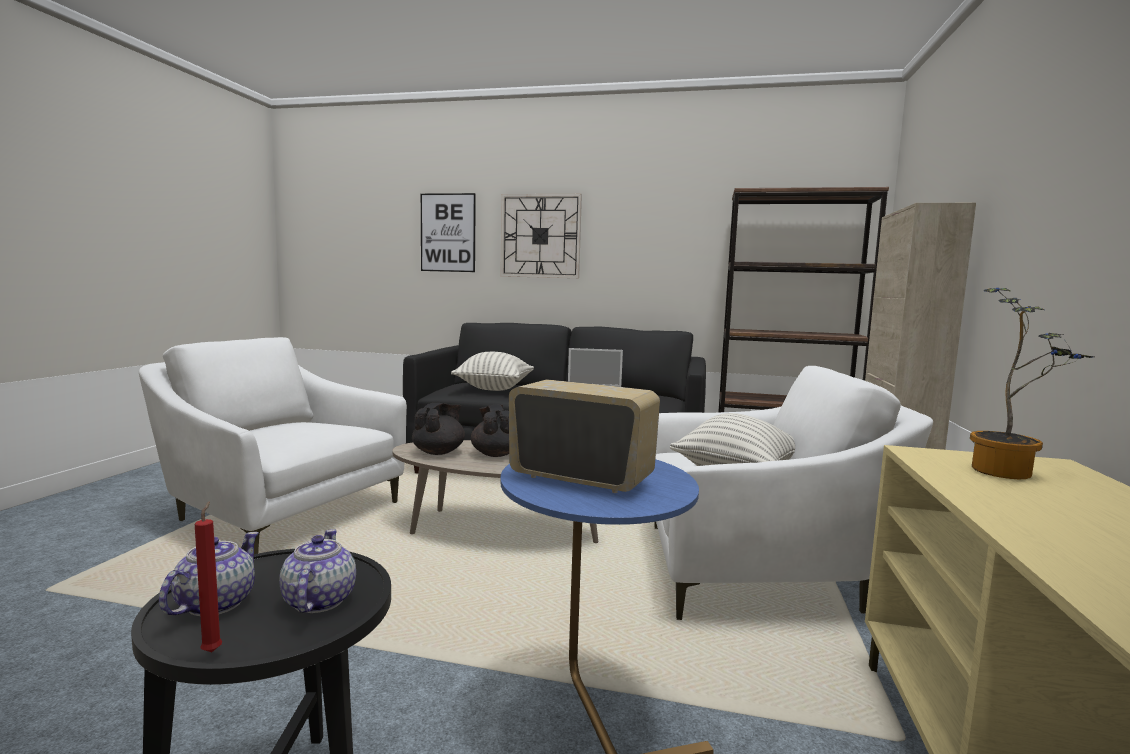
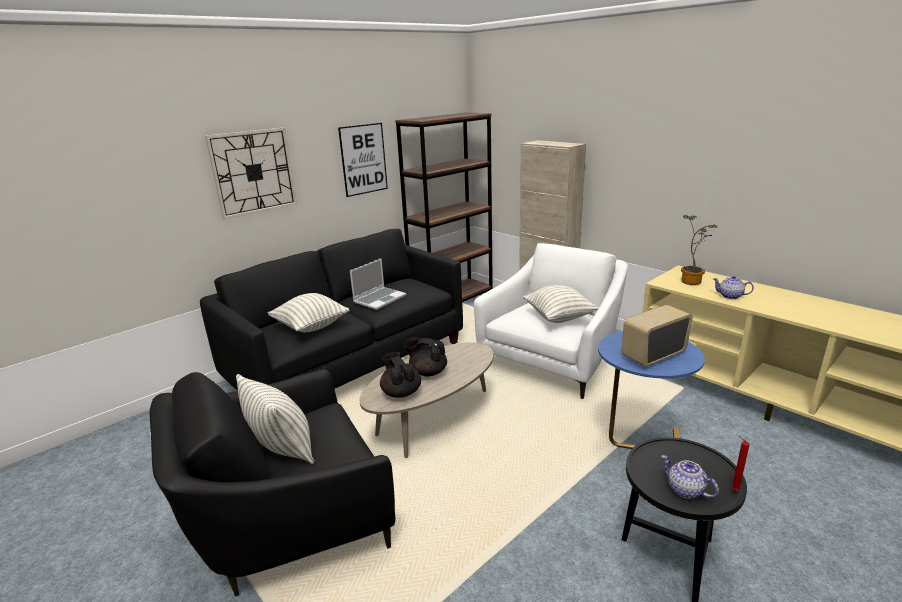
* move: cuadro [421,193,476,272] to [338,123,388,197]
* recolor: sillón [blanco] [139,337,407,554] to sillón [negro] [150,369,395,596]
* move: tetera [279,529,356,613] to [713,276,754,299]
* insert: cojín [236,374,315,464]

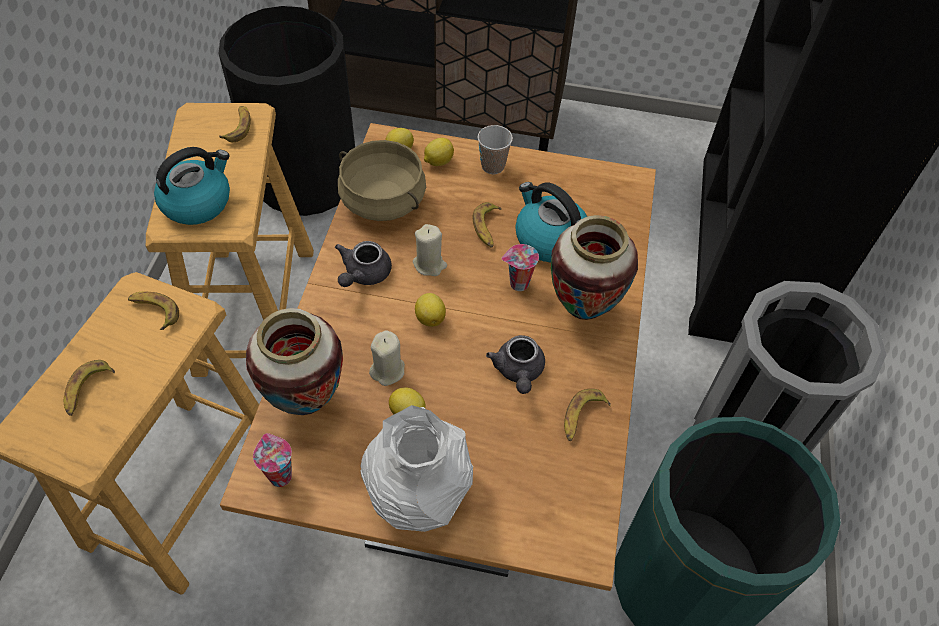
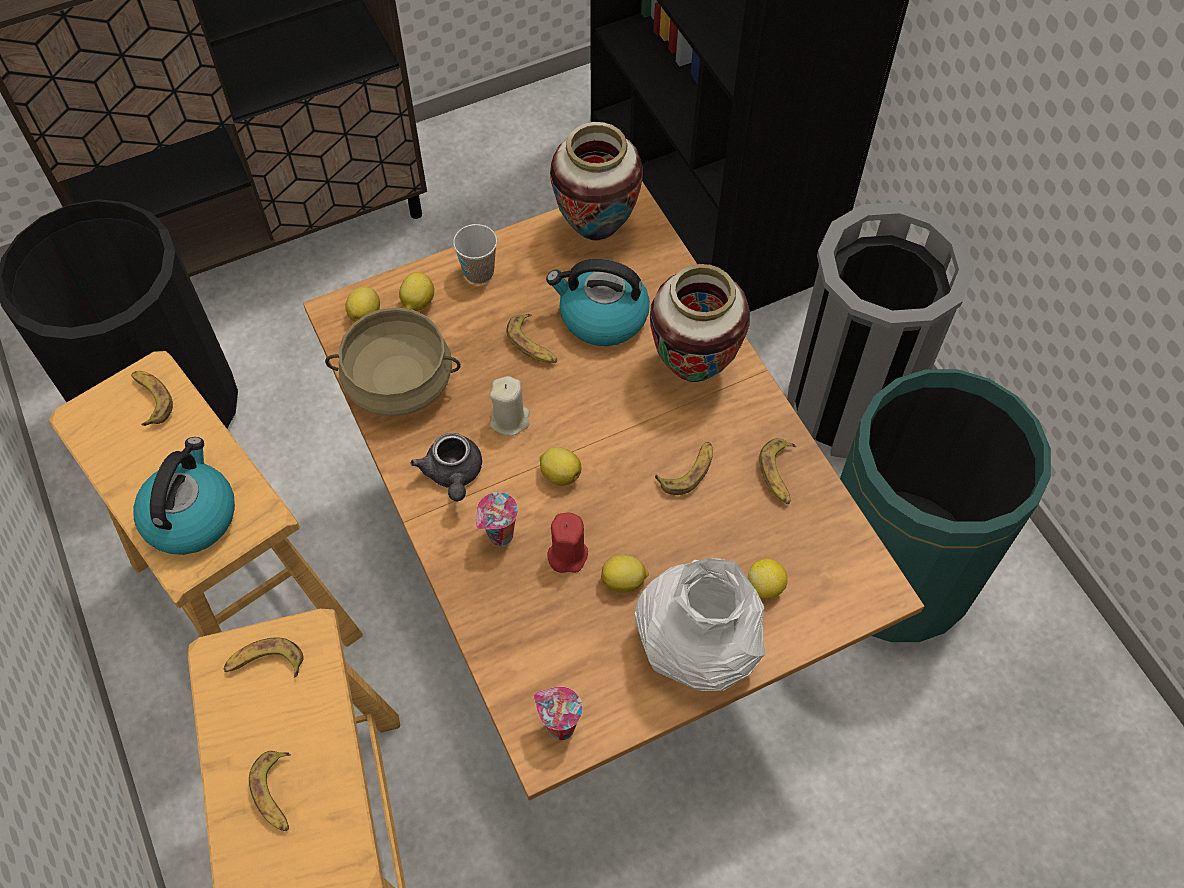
* move: taza [501,244,539,291] to [476,492,518,546]
* move: florero [246,308,343,415] to [550,122,643,241]
* recolor: vela [beis] [369,330,405,386] to vela [rojo] [548,513,588,573]
* replace: tetera [gris] [486,335,545,394] to plátano [655,442,713,495]
* insert: limón [748,559,788,599]

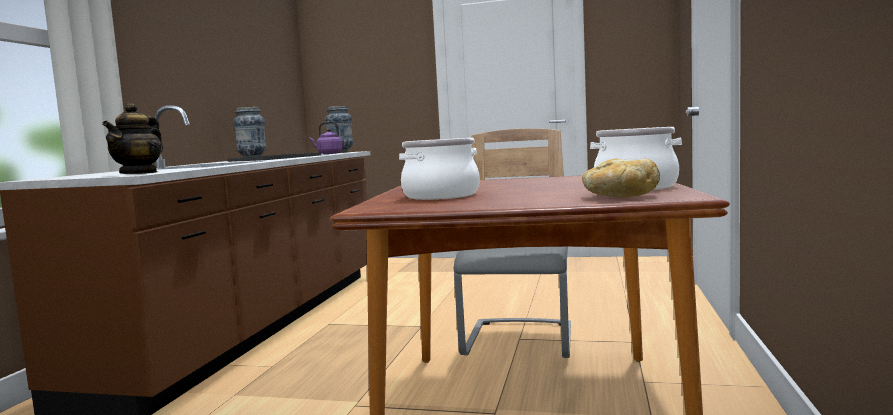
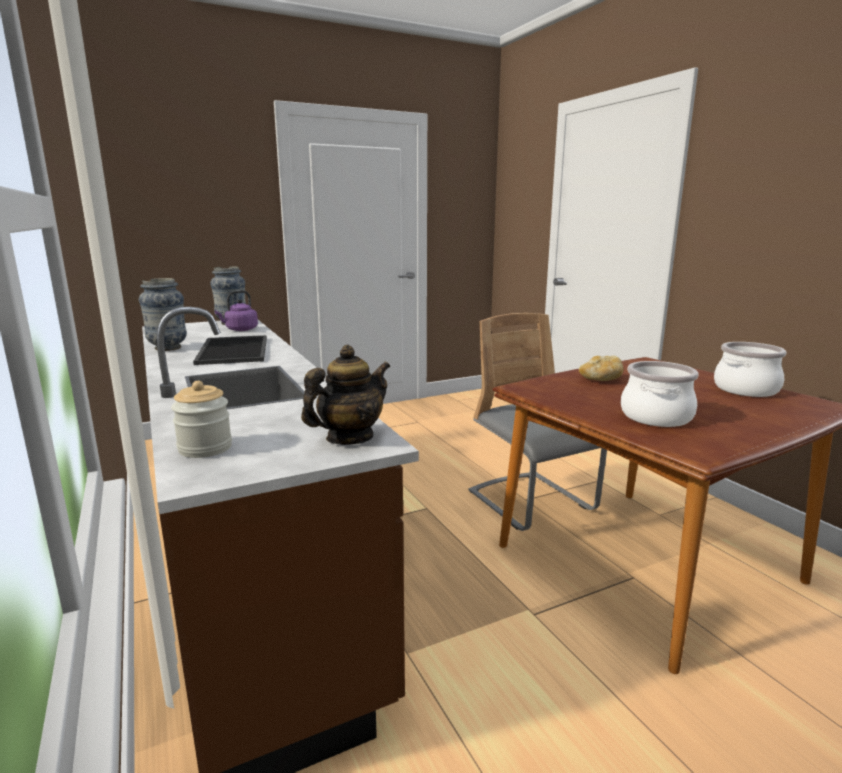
* rotate: tetera [102,103,163,174] = [301,345,390,445] 105 degrees counterclockwise
* move: pan [582,159,660,198] to [579,356,623,381]
* insert: tarro [171,381,232,458]

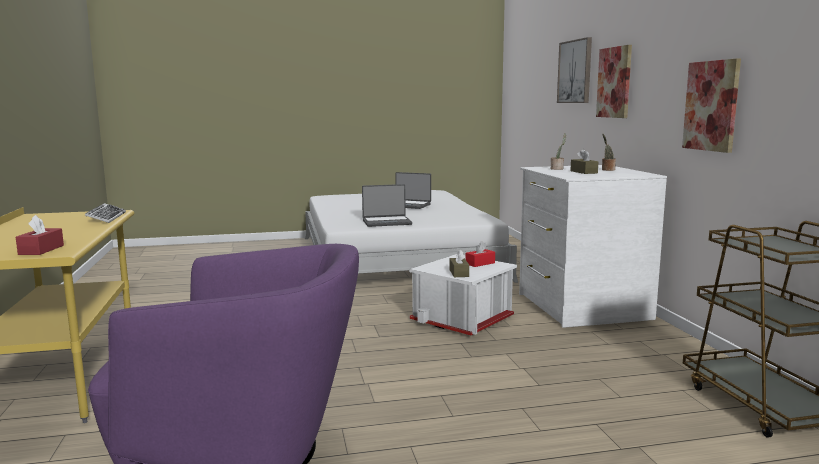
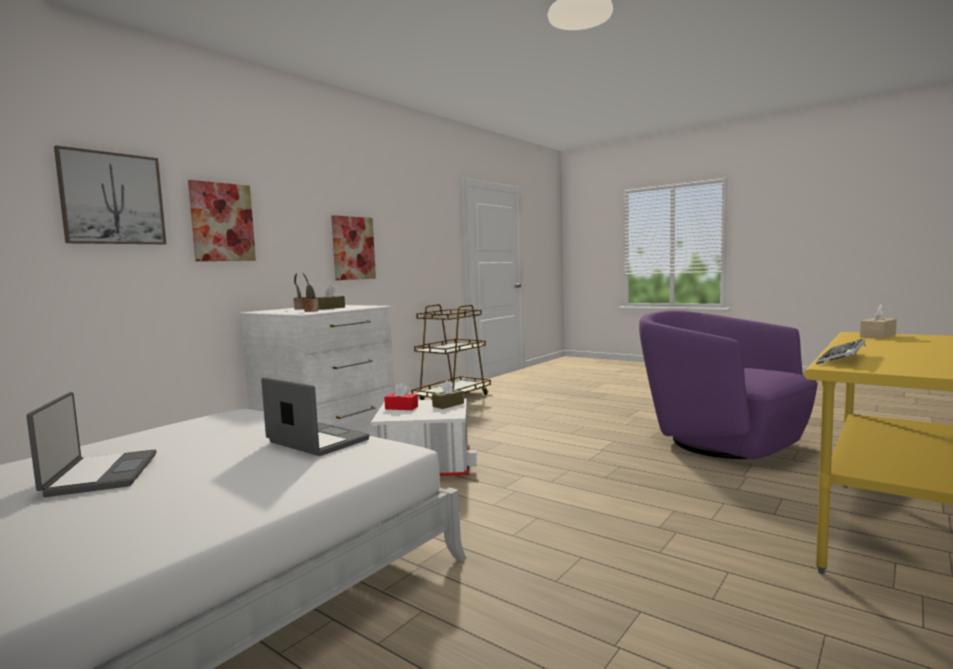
* recolor: caja de pañuelos [rojo] [15,215,64,255] to caja de pañuelos [beis] [860,304,897,339]

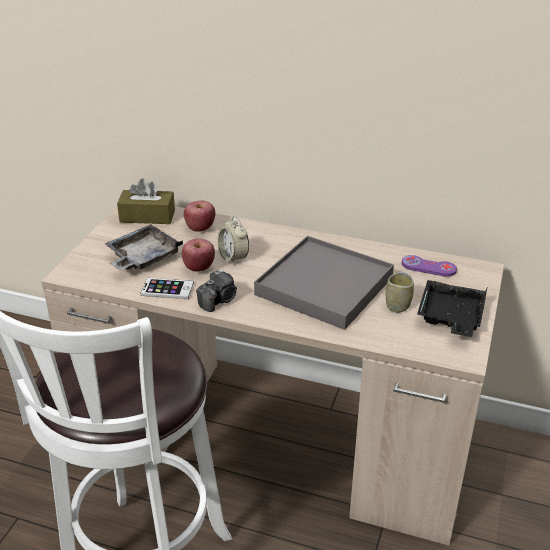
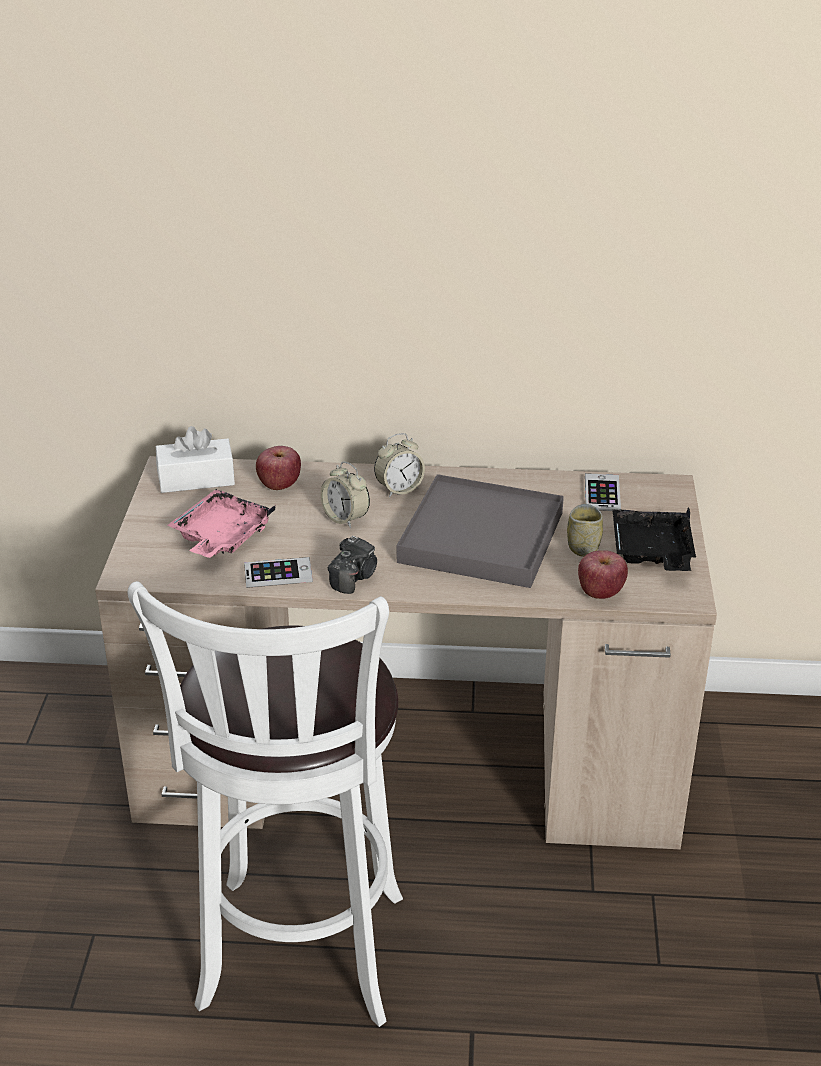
* recolor: caja de pañuelos [marrón] [117,179,175,224] to caja de pañuelos [blanco] [156,426,235,493]
* recolor: bandeja [gris] [105,224,183,270] to bandeja [rosa] [167,489,275,558]
* move: manzana [182,238,215,272] to [578,550,628,599]
* replace: mando de consola [morado] [402,255,457,277] to móvil [585,473,621,511]
* insert: despertador [374,433,425,497]

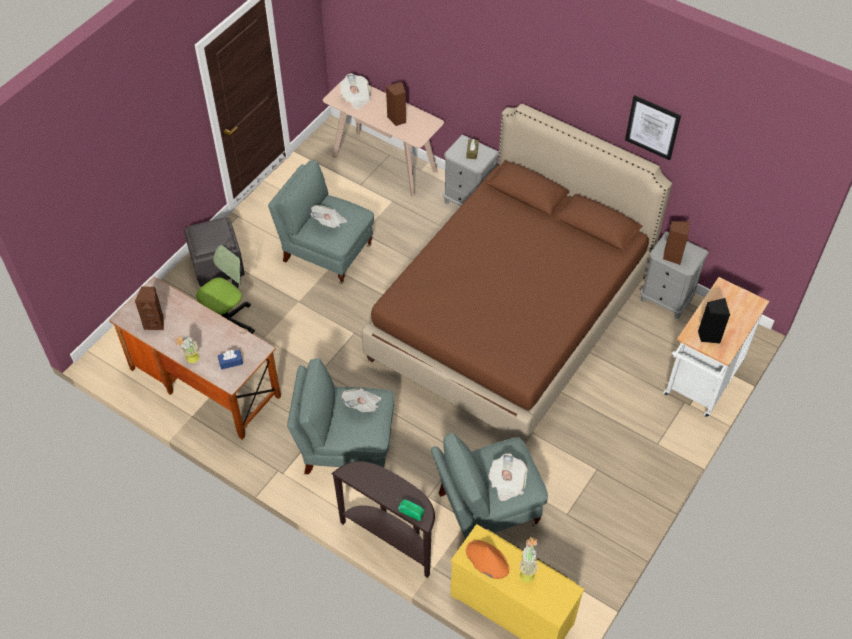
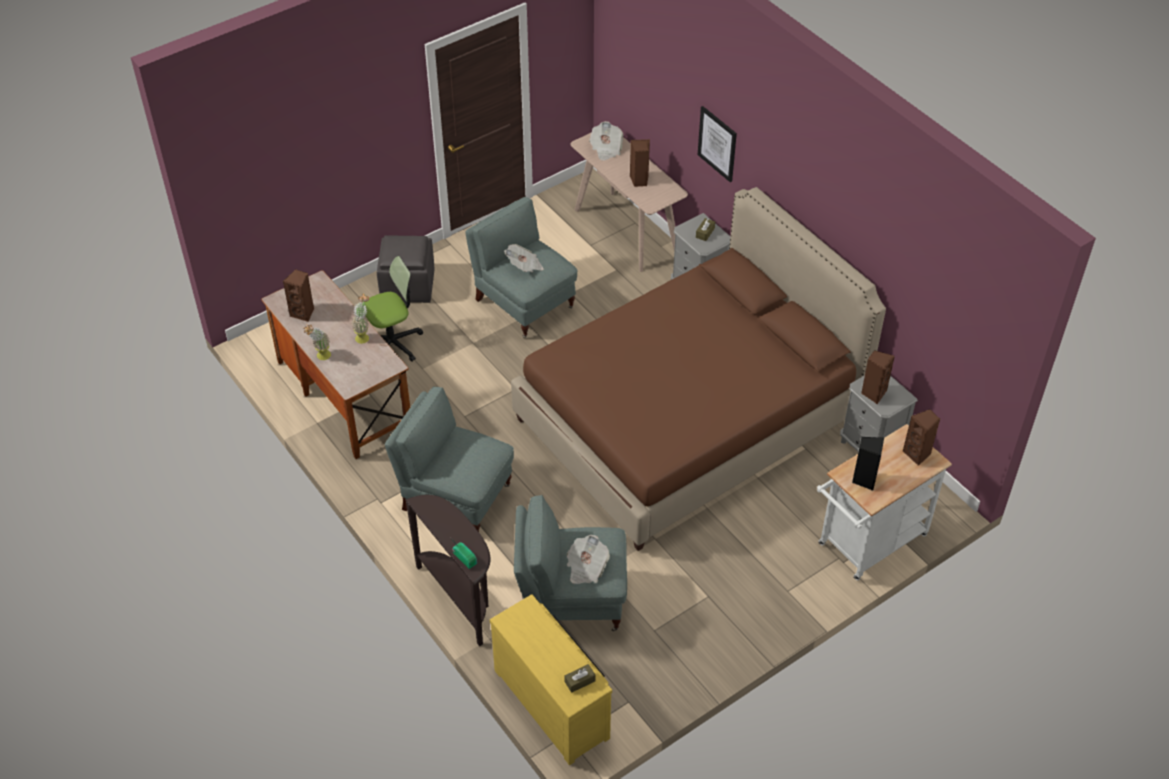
* move: cuadro [625,95,681,160] to [698,106,737,182]
* delete: caja de pañuelos [azul] [218,350,243,370]
* delete: periódico [342,388,381,412]
* move: planta en maceta [519,537,538,582] to [351,293,369,344]
* delete: sombrero [naranja] [466,540,509,579]
* insert: altavoz [marrón] [903,409,940,466]
* insert: caja de pañuelos [marrón] [564,664,596,693]

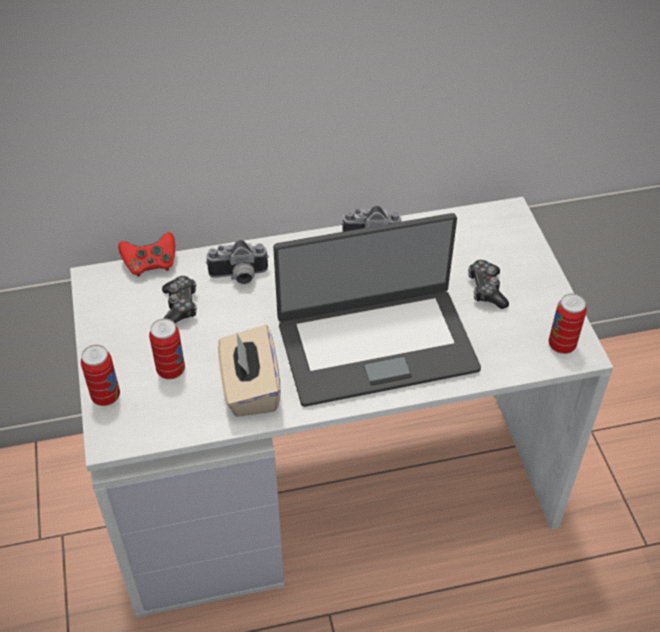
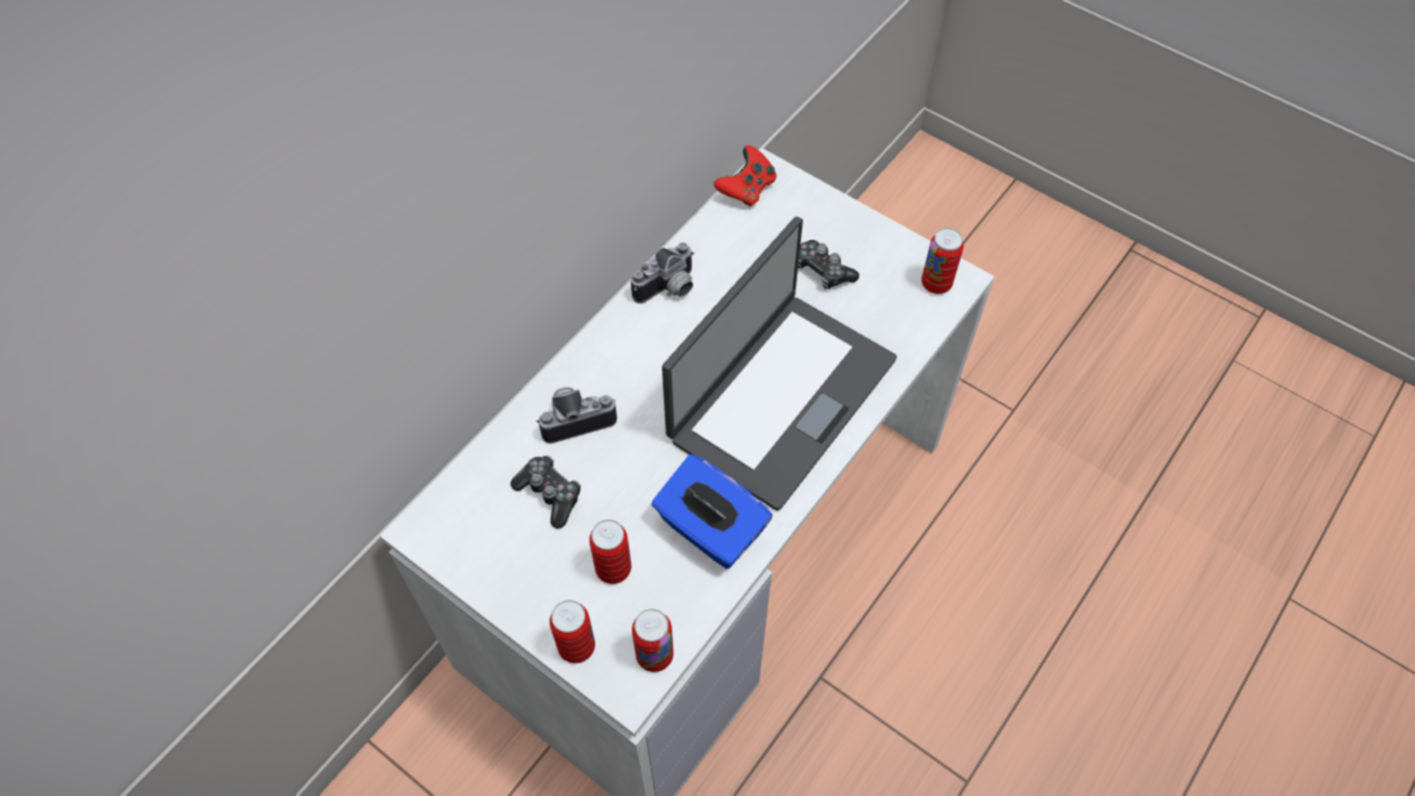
* move: mando de consola [rojo] [118,232,175,277] to [714,145,777,207]
* rotate: cámara [206,240,269,284] = [536,387,617,444] 150 degrees counterclockwise
* recolor: caja de pañuelos [beis] [218,325,281,417] to caja de pañuelos [azul] [652,454,772,569]
* insert: lata [632,609,674,672]

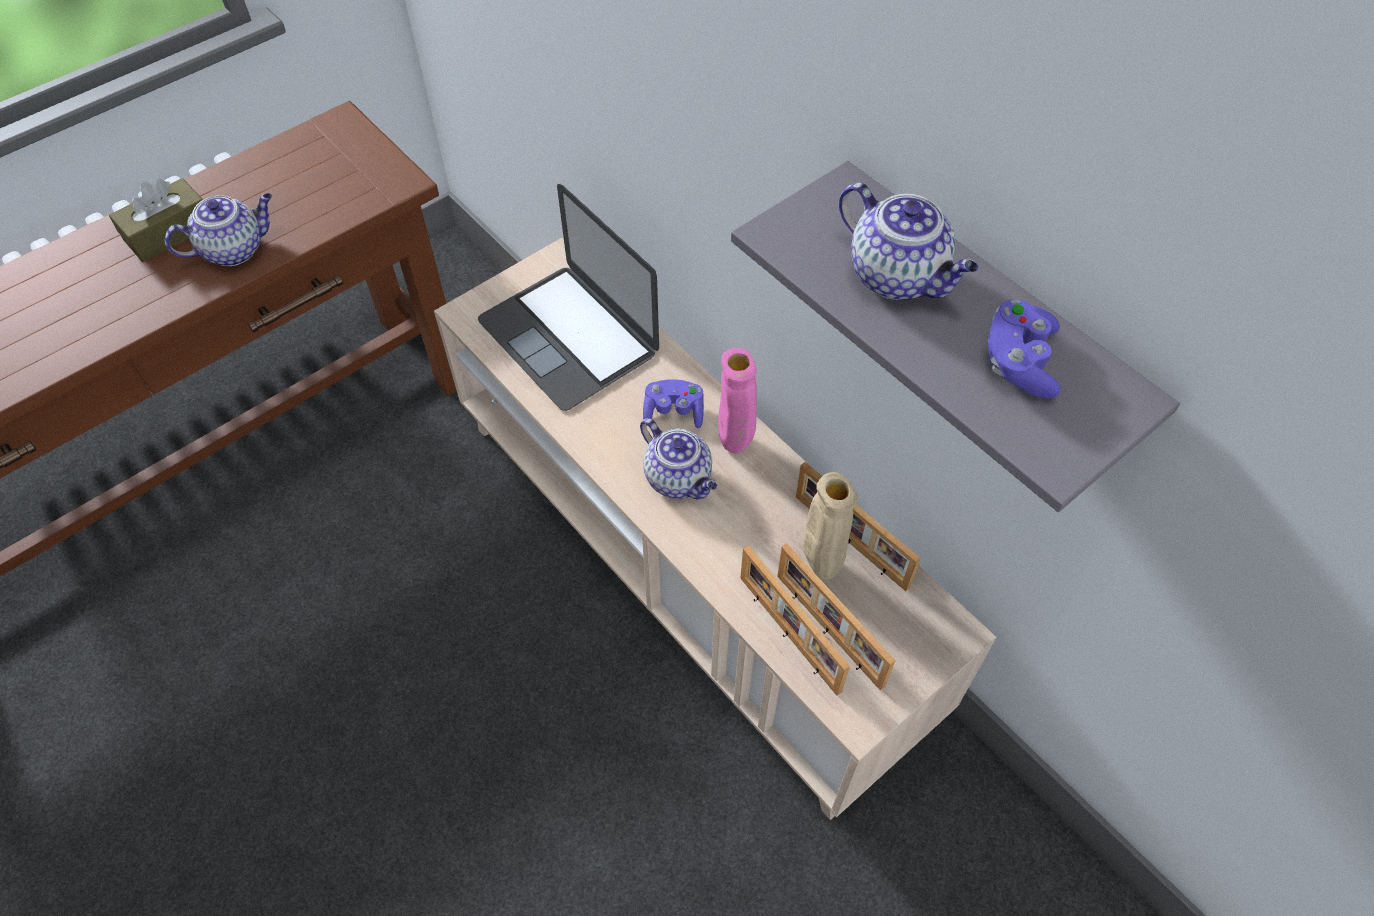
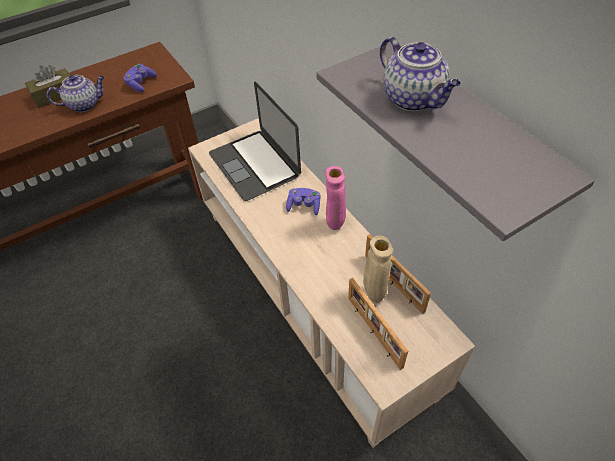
* move: mando de consola [morado] [988,299,1061,398] to [124,64,157,92]
* delete: tetera [640,418,717,499]
* delete: portarretratos [740,545,850,696]

